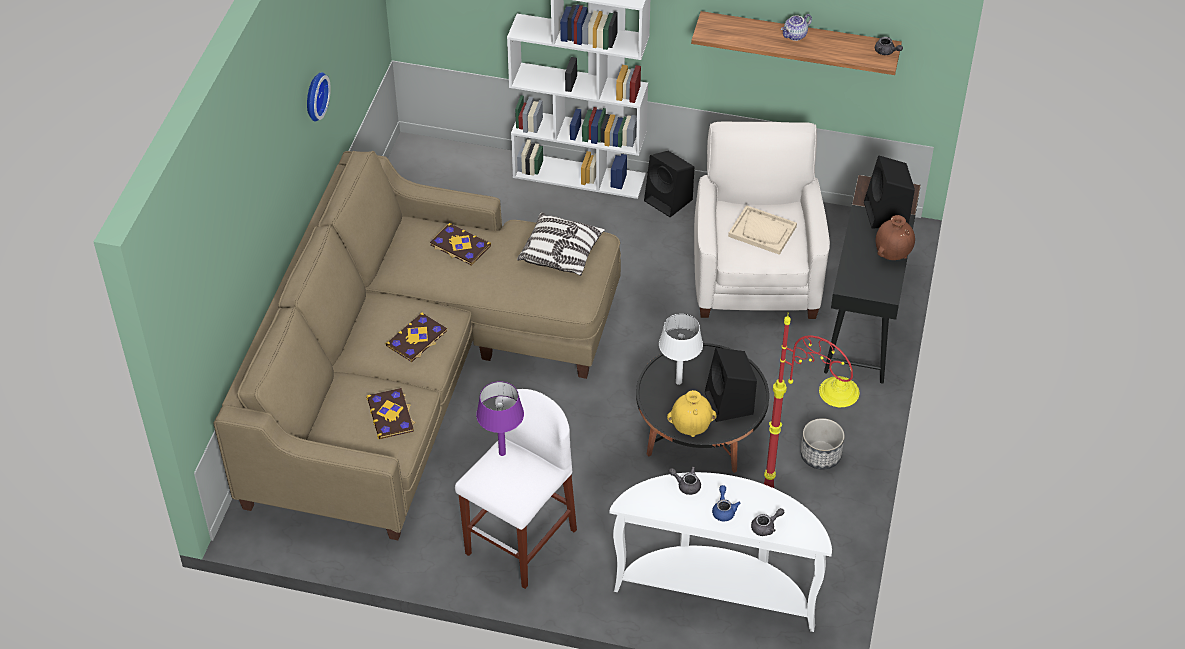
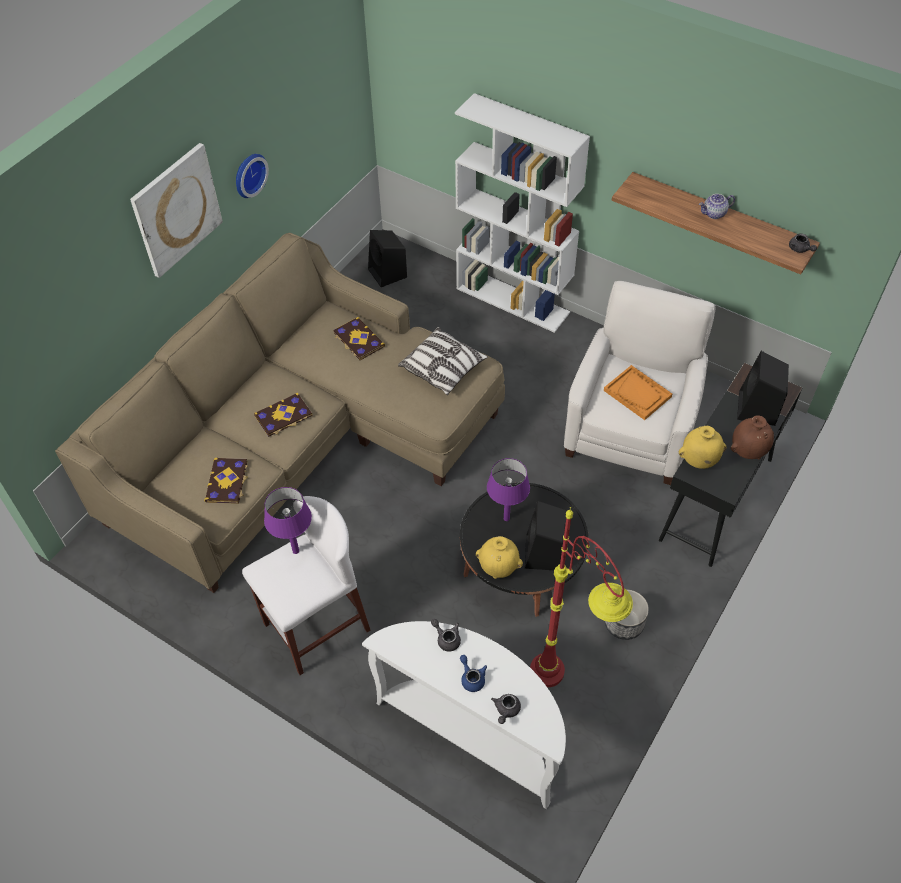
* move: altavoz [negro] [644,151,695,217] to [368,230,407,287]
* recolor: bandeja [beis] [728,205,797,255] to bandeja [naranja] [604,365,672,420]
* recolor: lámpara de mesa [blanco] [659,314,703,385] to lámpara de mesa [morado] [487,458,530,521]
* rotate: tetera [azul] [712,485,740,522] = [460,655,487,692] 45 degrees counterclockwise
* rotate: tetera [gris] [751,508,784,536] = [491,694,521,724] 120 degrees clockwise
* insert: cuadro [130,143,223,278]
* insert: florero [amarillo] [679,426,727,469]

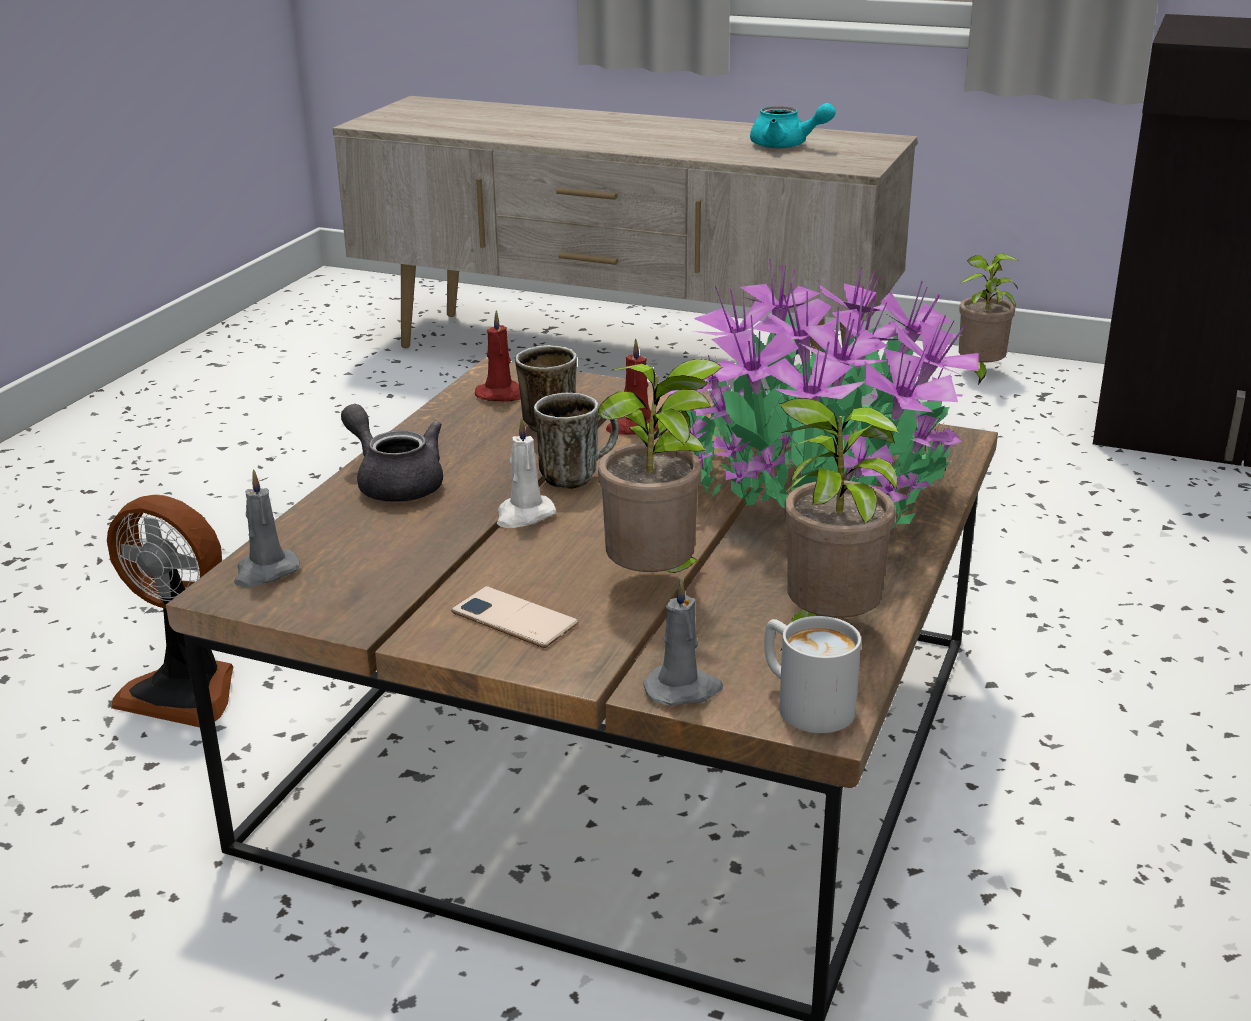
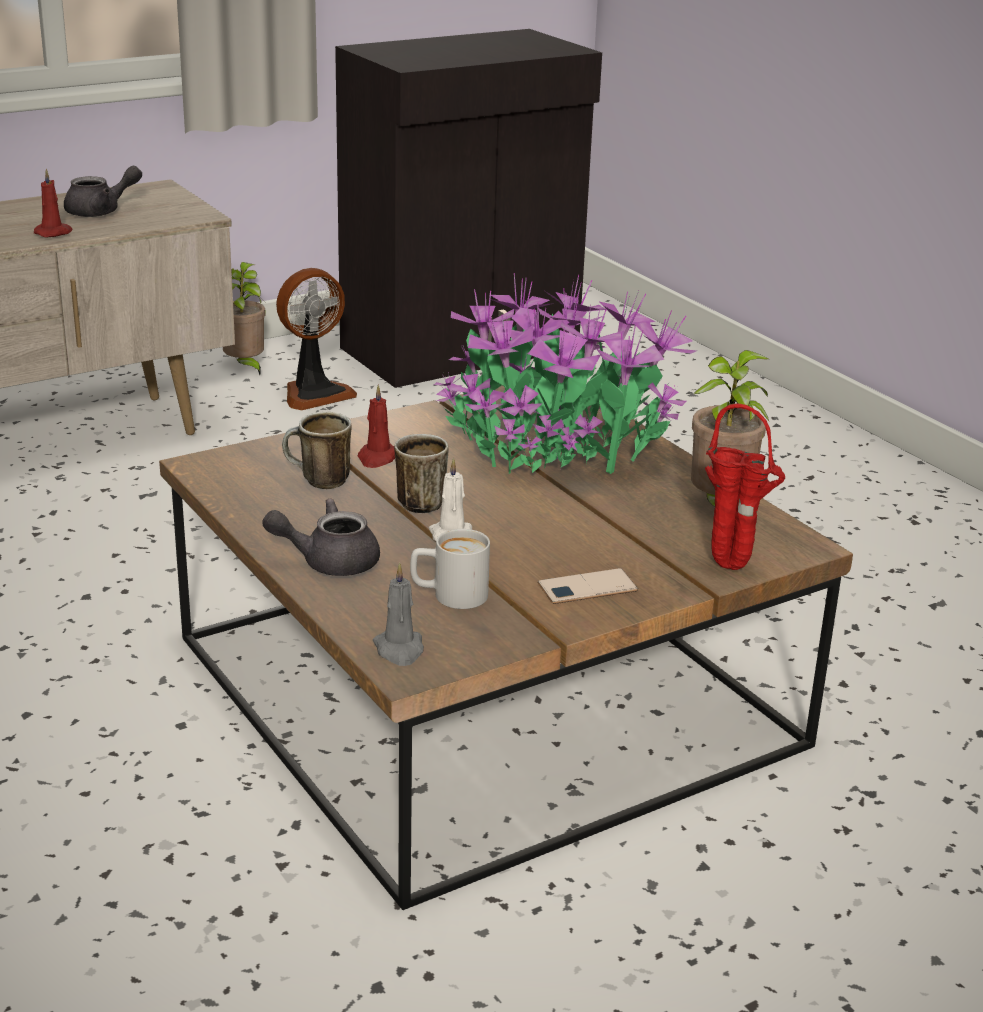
* recolor: tetera [turquesa] [750,103,836,148] to tetera [gris] [64,166,142,217]
* move: vela [rojo] [475,310,521,401] to [34,168,73,238]
* delete: planta en maceta [597,359,723,573]
* move: ventilador [107,495,234,727] to [276,268,357,410]
* replace: vela [gris] [643,578,723,706] to florero [rojo] [705,404,785,570]
* move: taza grande [blanco] [764,616,861,734] to [410,529,490,609]

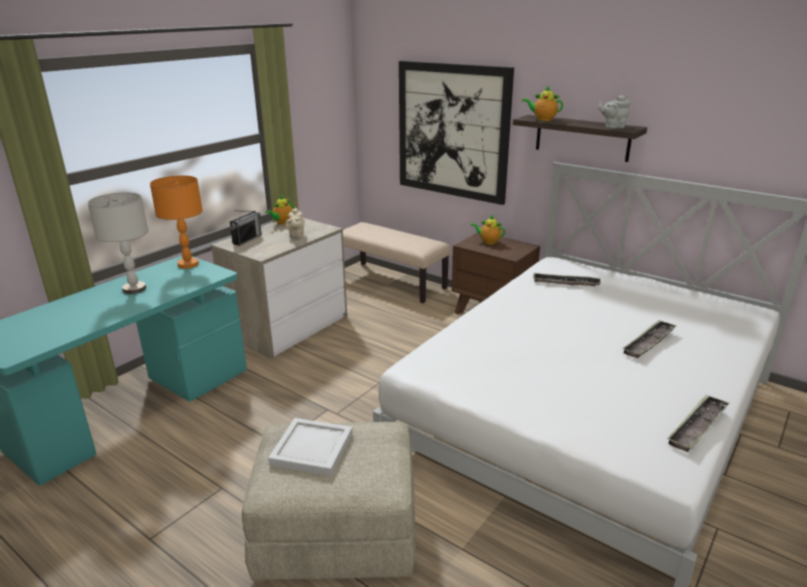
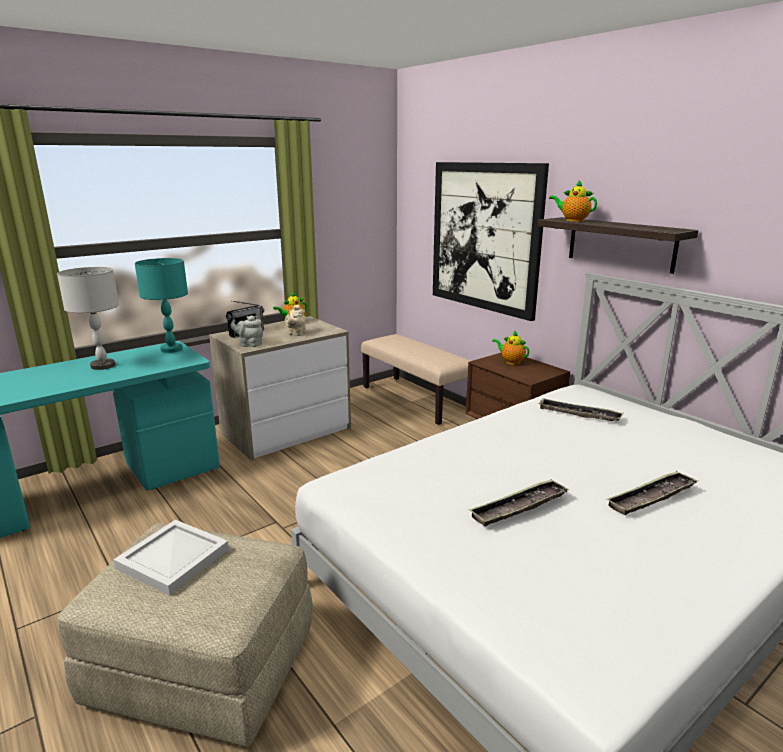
* move: tetera [gris] [598,95,631,129] to [230,315,263,347]
* recolor: lámpara de mesa [naranja] [150,175,203,269] to lámpara de mesa [turquesa] [135,258,188,353]
* move: bandeja [667,394,730,452] to [469,479,570,526]

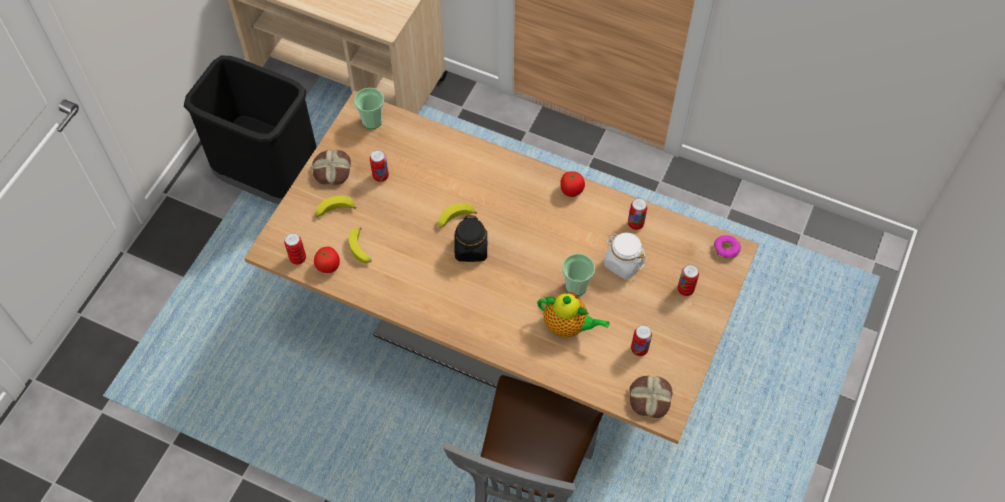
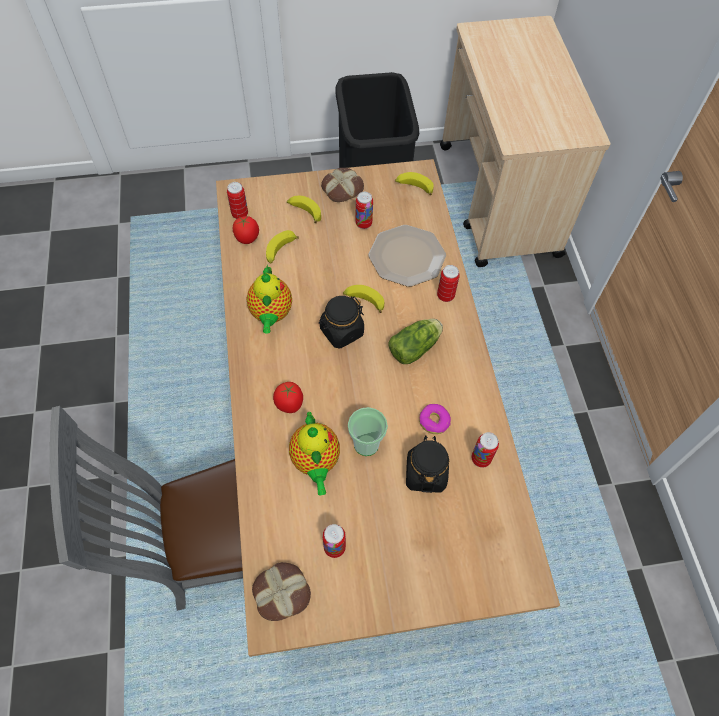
* replace: taza [354,88,384,129] to plátano [395,172,434,195]
* move: tomate [560,171,585,197] to [273,382,303,413]
* recolor: tarro [blanco] [604,233,645,280] to tarro [negro] [406,435,449,493]
* move: rosquilla [714,235,741,260] to [419,404,451,434]
* move: lata [677,264,699,296] to [437,265,460,302]
* insert: plato [368,225,446,287]
* insert: tetera [246,265,292,334]
* insert: lechuga [388,319,443,364]

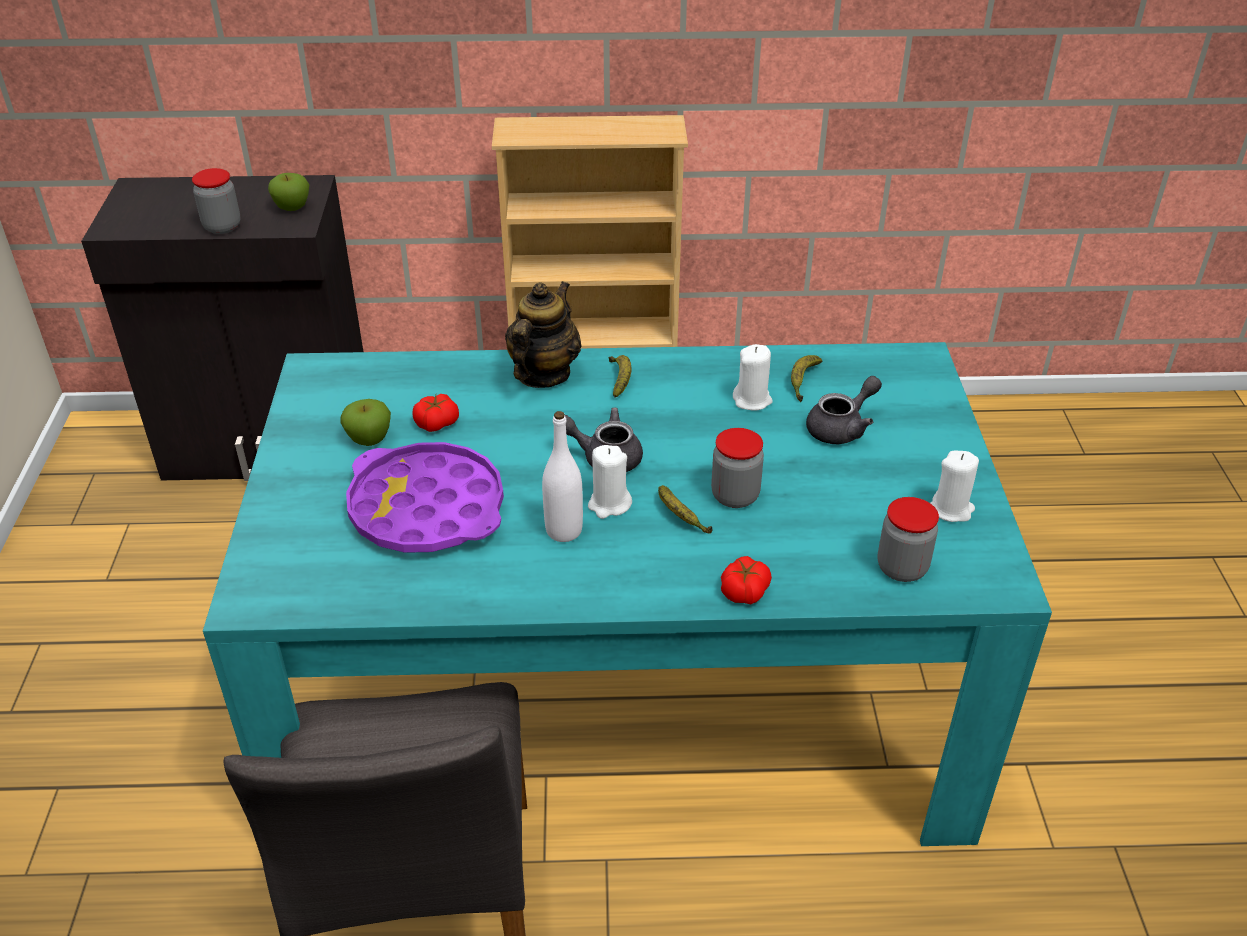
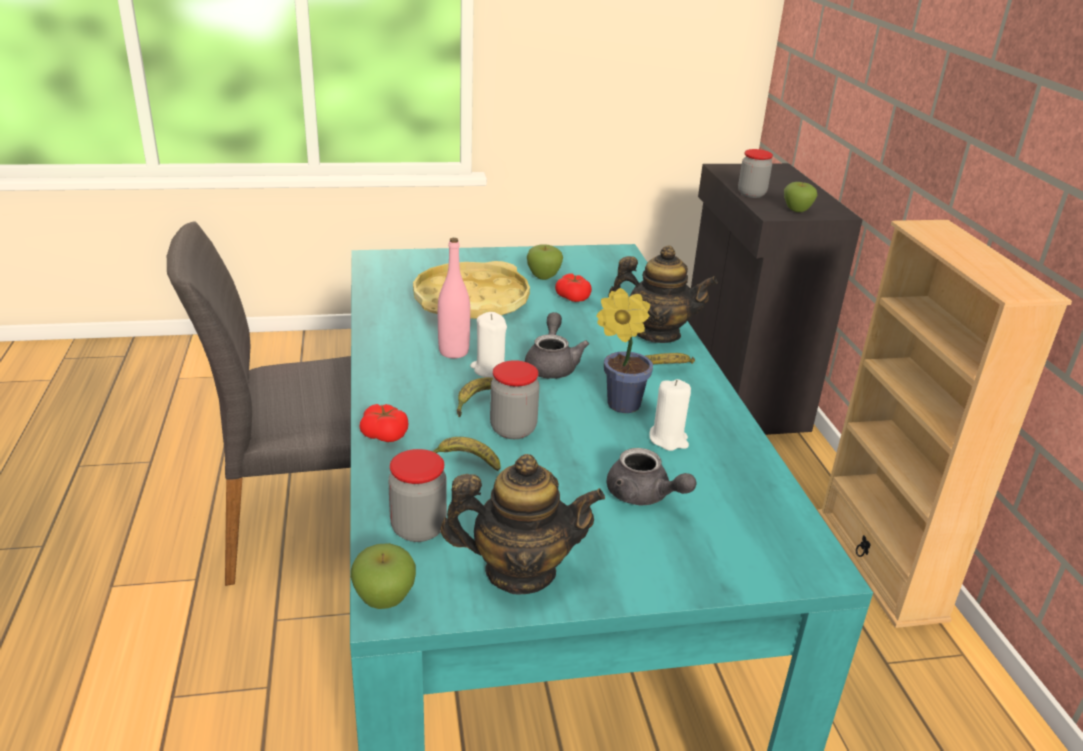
* move: plátano [791,355,822,402] to [433,437,501,471]
* recolor: botella [blanco] [542,411,583,542] to botella [rosa] [438,238,470,358]
* recolor: bandeja [morado] [346,442,504,553] to bandeja [amarillo] [413,261,530,319]
* replace: vela [blanco] [930,451,979,522] to tetera [440,454,605,595]
* insert: planta en maceta [596,288,653,413]
* insert: manzana [351,543,416,609]

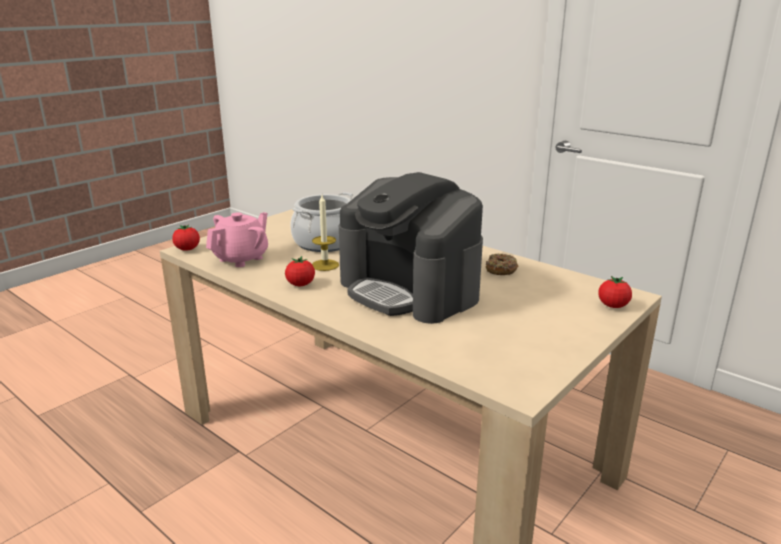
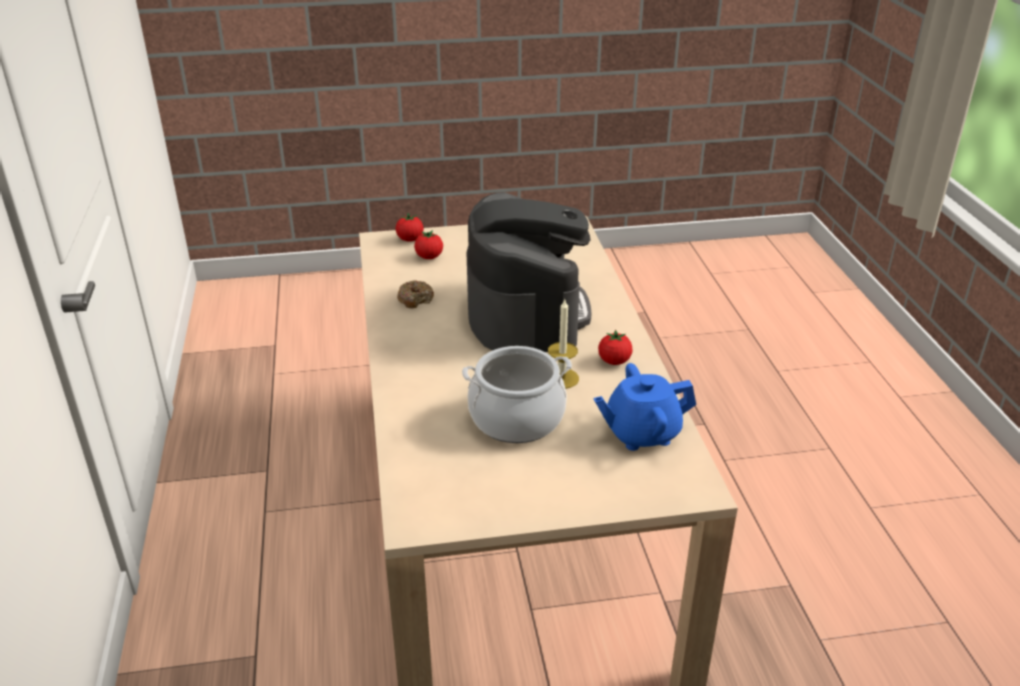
* recolor: tetera [rosa] [206,212,268,267] to tetera [azul] [593,363,696,451]
* move: tomate [172,224,200,251] to [414,230,443,259]

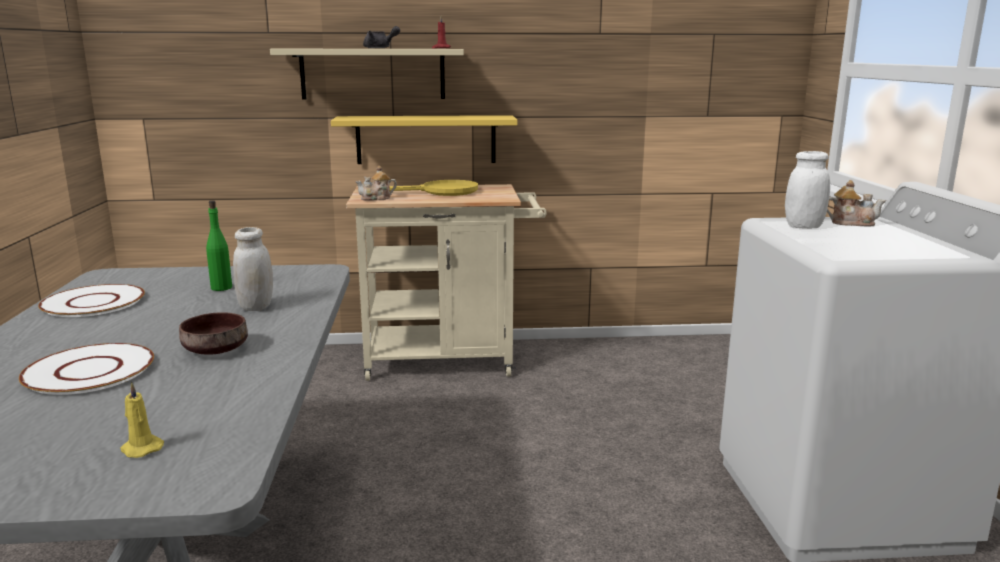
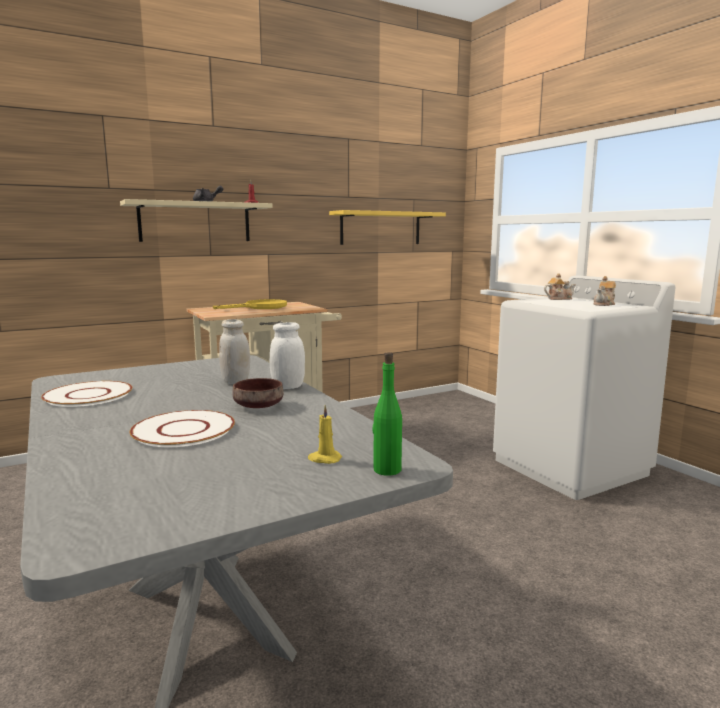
* move: estante [amarillo] [331,115,517,164] to [329,210,446,245]
* move: tarro [blanco] [785,151,830,229] to [270,322,305,389]
* move: tetera [355,166,397,201] to [593,276,616,306]
* move: botella [verde] [206,200,232,291] to [372,352,402,476]

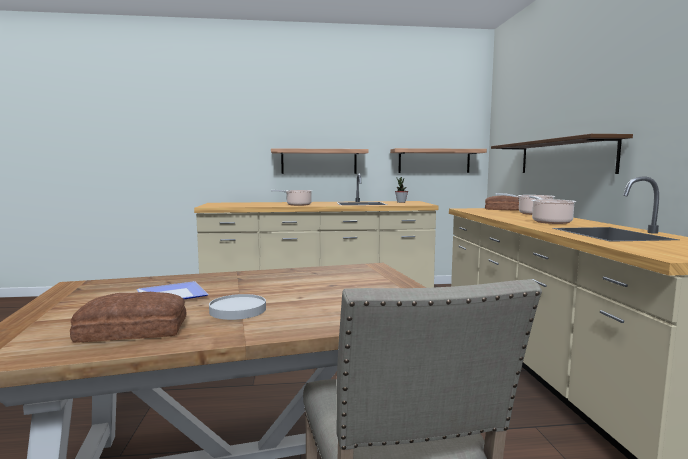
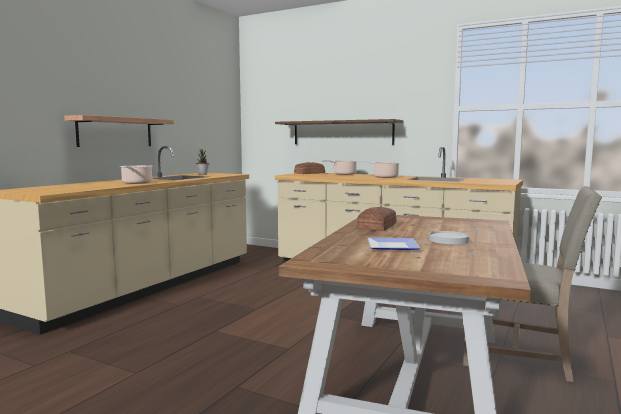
* delete: estante [390,148,487,173]
* move: pan [70,292,186,343] to [357,207,397,231]

